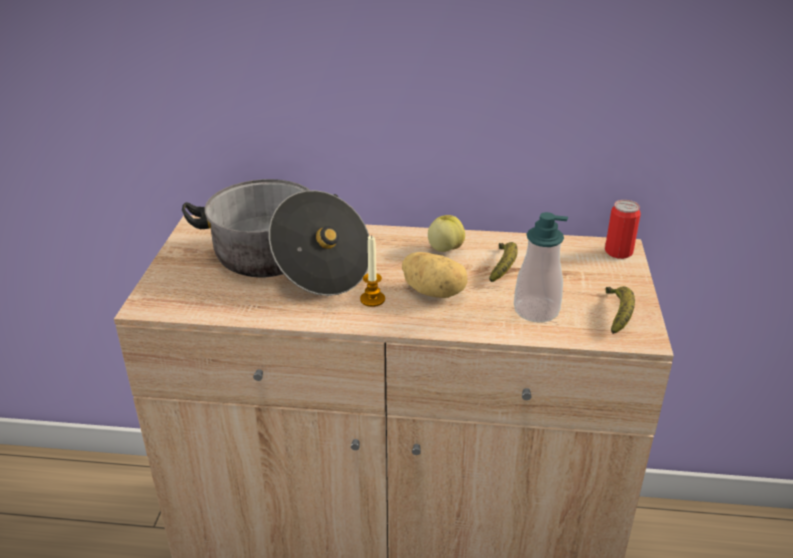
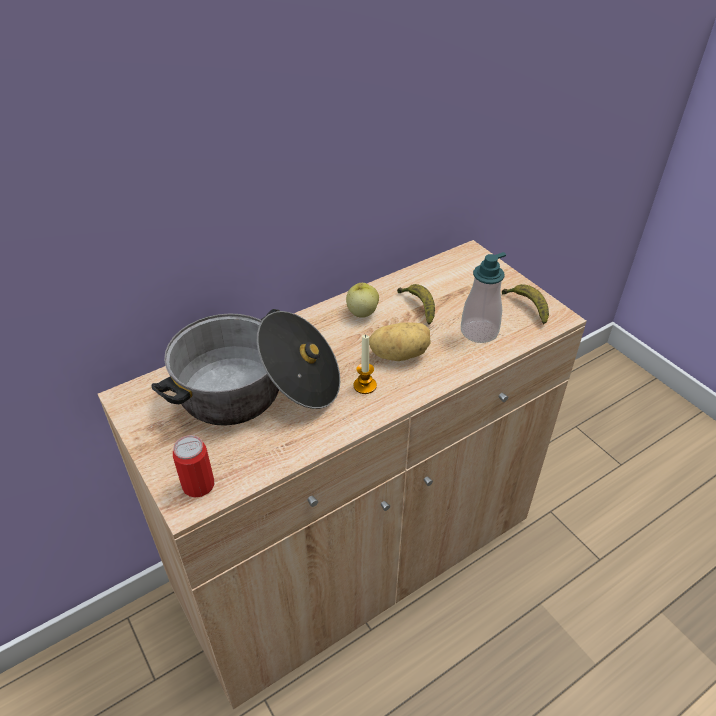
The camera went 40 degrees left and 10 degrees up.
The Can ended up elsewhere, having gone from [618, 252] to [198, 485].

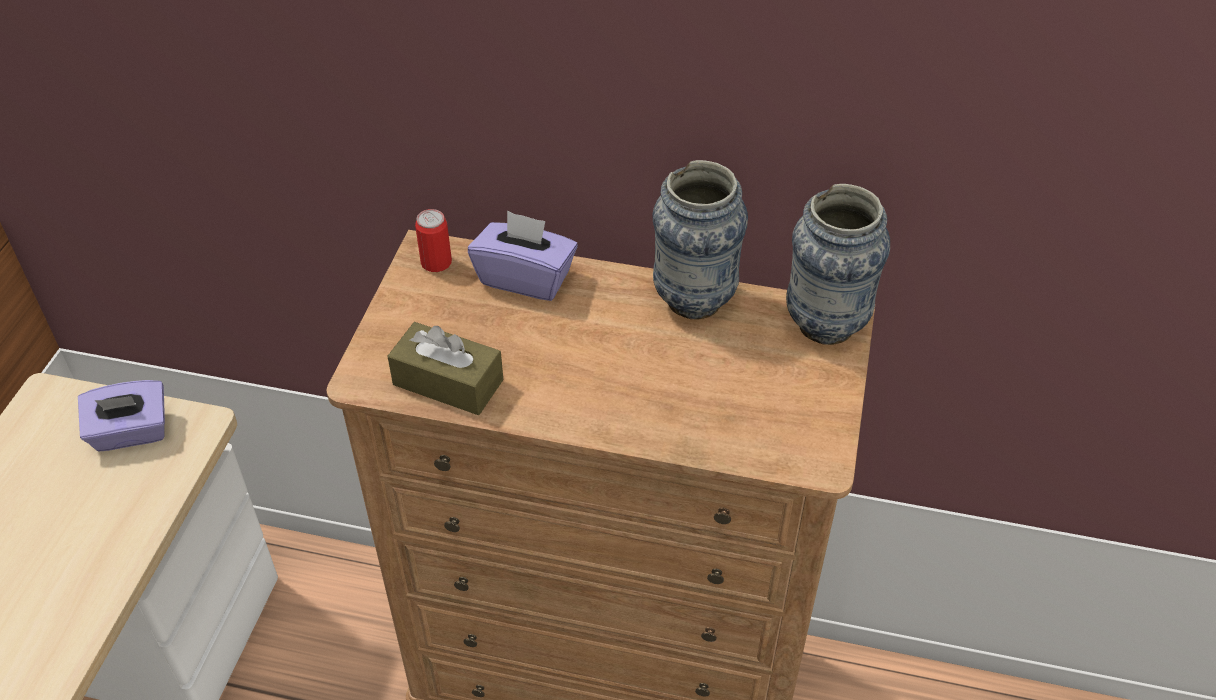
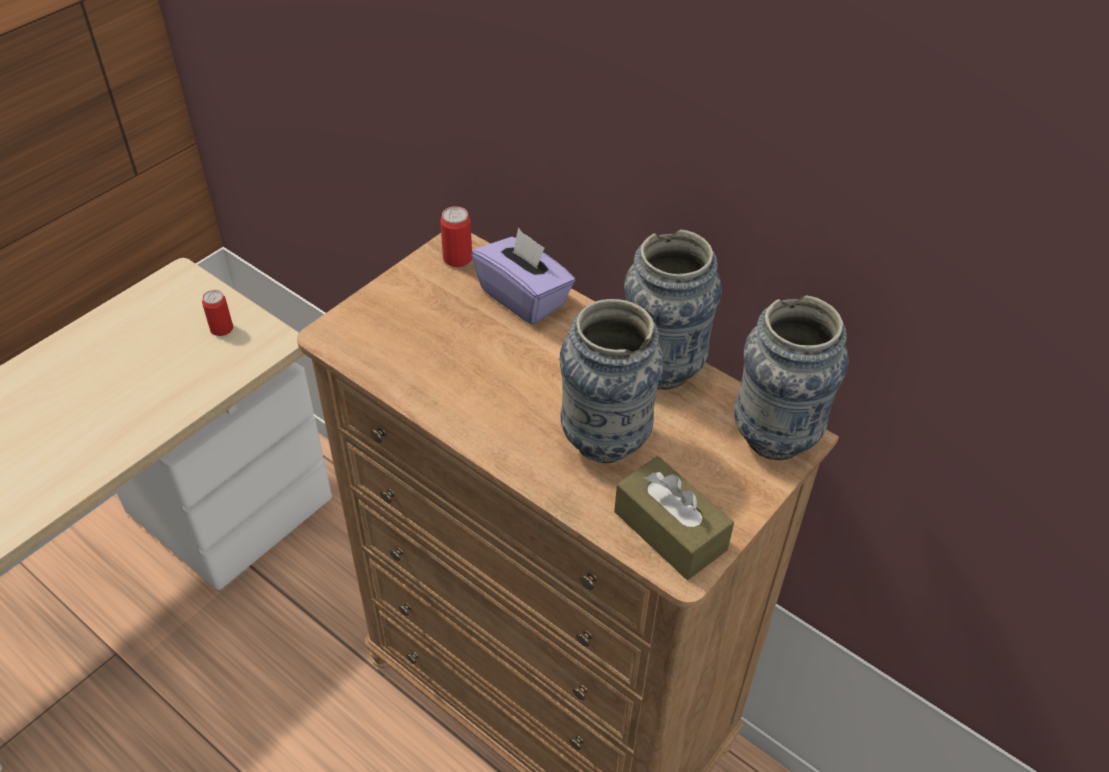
The camera went 25 degrees right and 0 degrees up.
The second view gained the Vase at [605, 441].
The BrownTissueBox ended up elsewhere, having gone from [448, 382] to [670, 530].
Where the PurpleTissueBox stood at [131, 433], the Can came to stand at [222, 329].

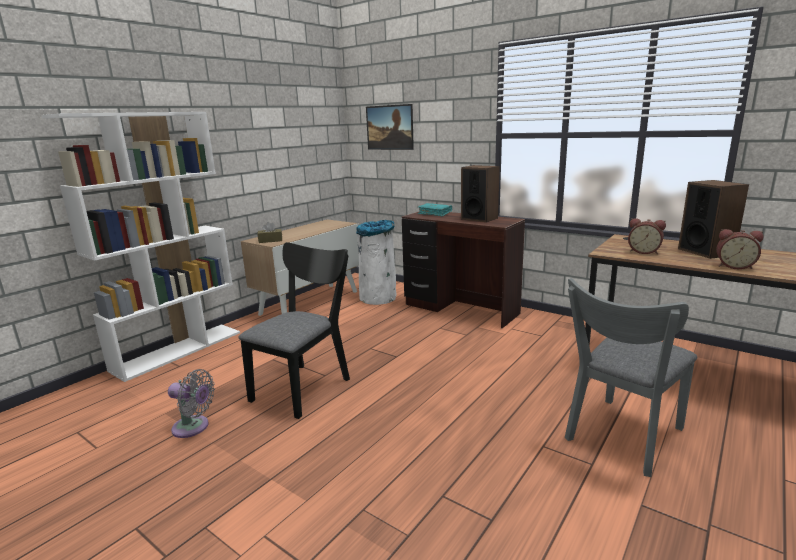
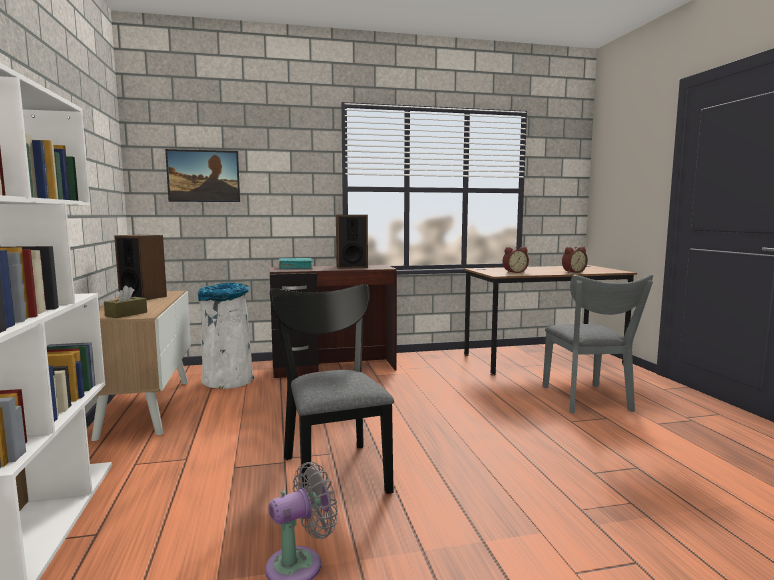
The camera went 50 degrees left and 10 degrees down.
The Speaker ended up elsewhere, having gone from [706, 252] to [143, 297].

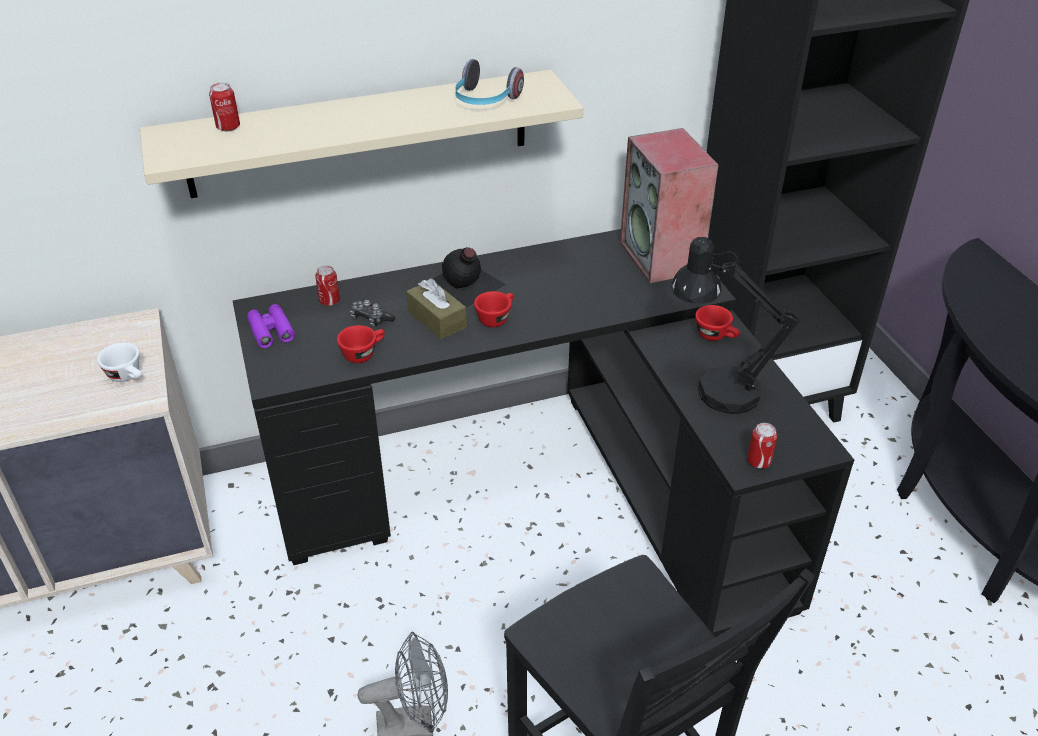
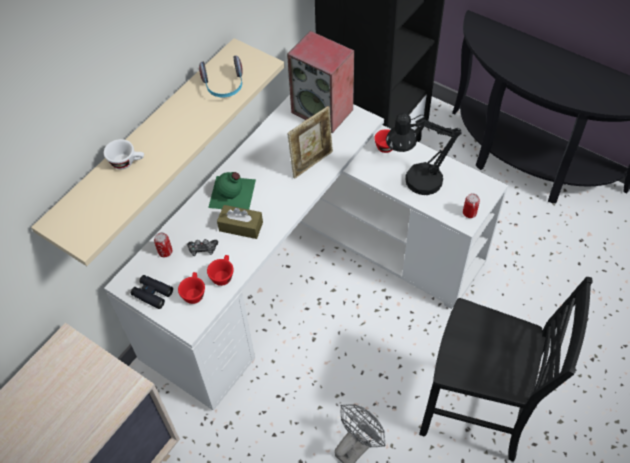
The camera went 35 degrees left and 15 degrees up.
The second view lost the Can at [228, 127].
The second view gained the PictureFrame at [312, 163].
The WhiteCup ended up elsewhere, having gone from [128, 376] to [127, 162].
The RedCup ended up elsewhere, having gone from [496, 318] to [194, 293].
What was the BlackDesk at [544, 487] turned into the WhiteDesk at [306, 274].
What was the PurpleBinoculars at [271, 331] turned into the BlackBinoculars at [152, 294].
What was the BlackBottle at [464, 285] turned into the GreenBottle at [232, 194].

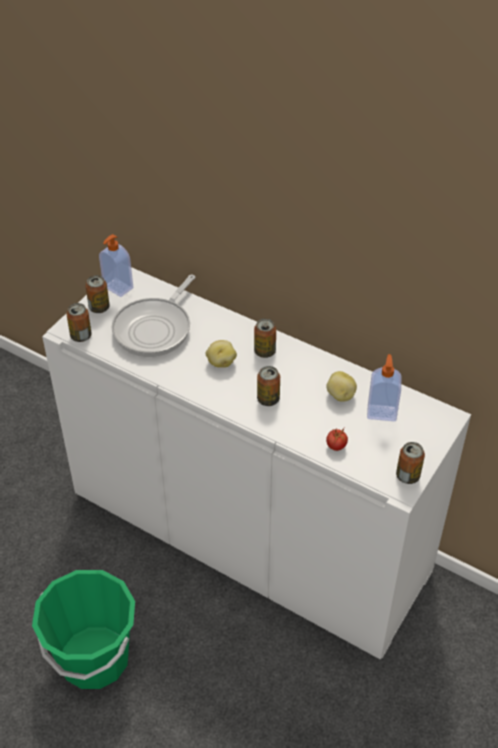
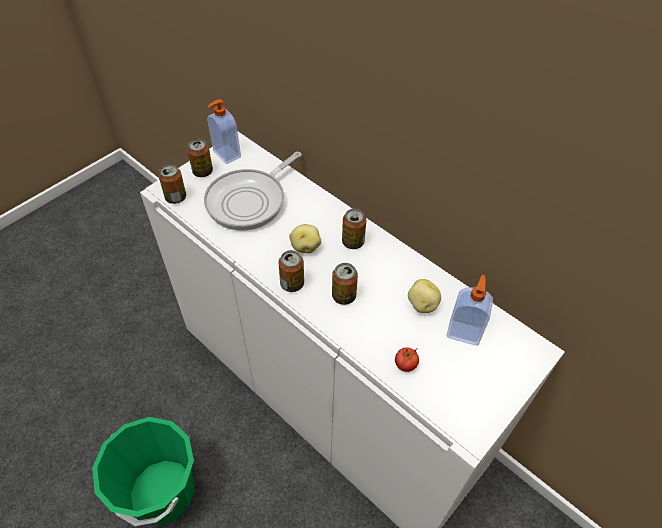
The camera went 10 degrees right and 5 degrees up.
The Can ended up elsewhere, having gone from [408, 476] to [292, 284].

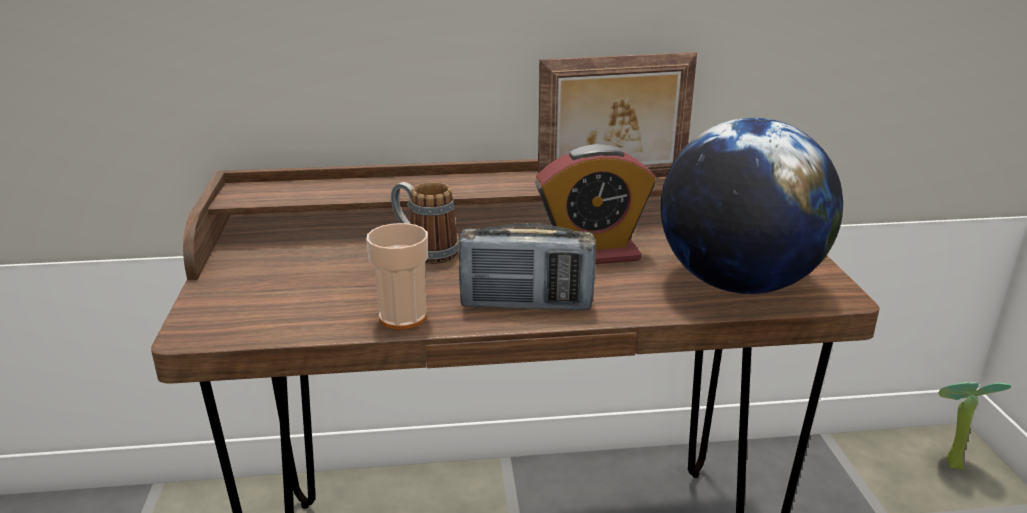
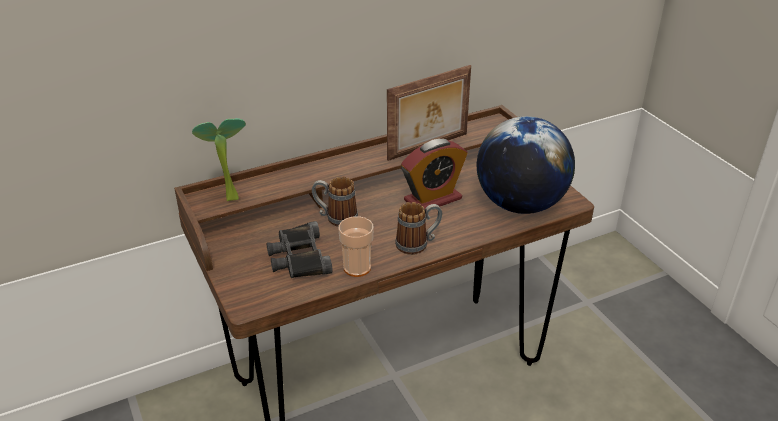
The camera went 20 degrees left and 10 degrees up.
The second view gained the BlackBinoculars at [298, 257].
The PottedPlant ended up elsewhere, having gone from [948, 462] to [228, 196].
Where the Radio stood at [526, 304], the Mug came to stand at [418, 244].

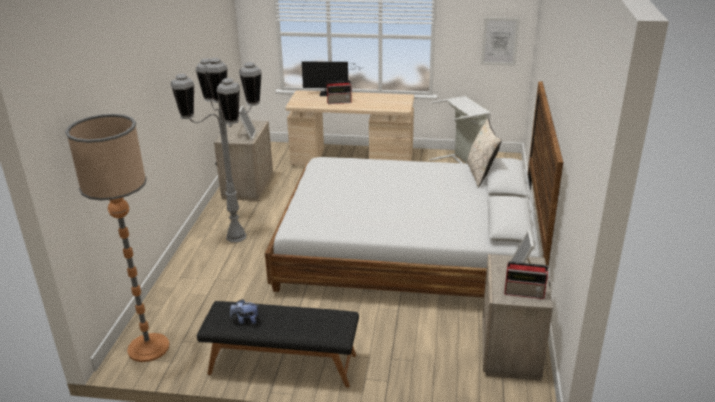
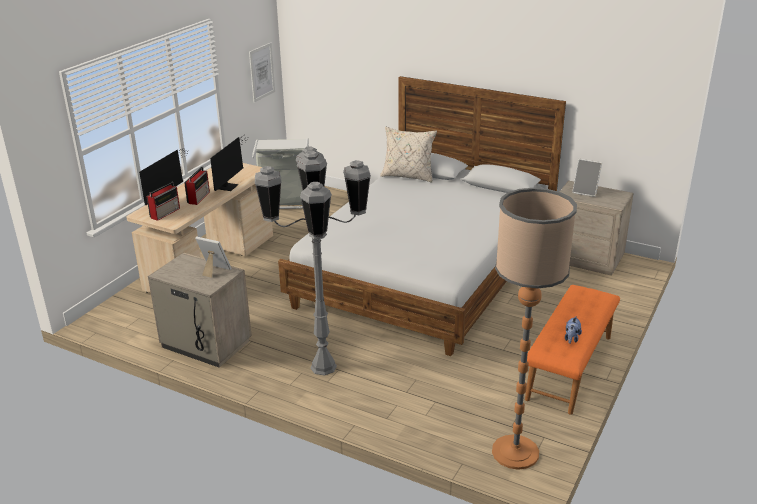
The camera went 70 degrees left and 0 degrees up.
The second view gained the Monitor at [229, 185].
The Radio ended up elsewhere, having gone from [525, 293] to [165, 213].
What was the BlackBench at [282, 364] turned into the OrangeBench at [570, 367].

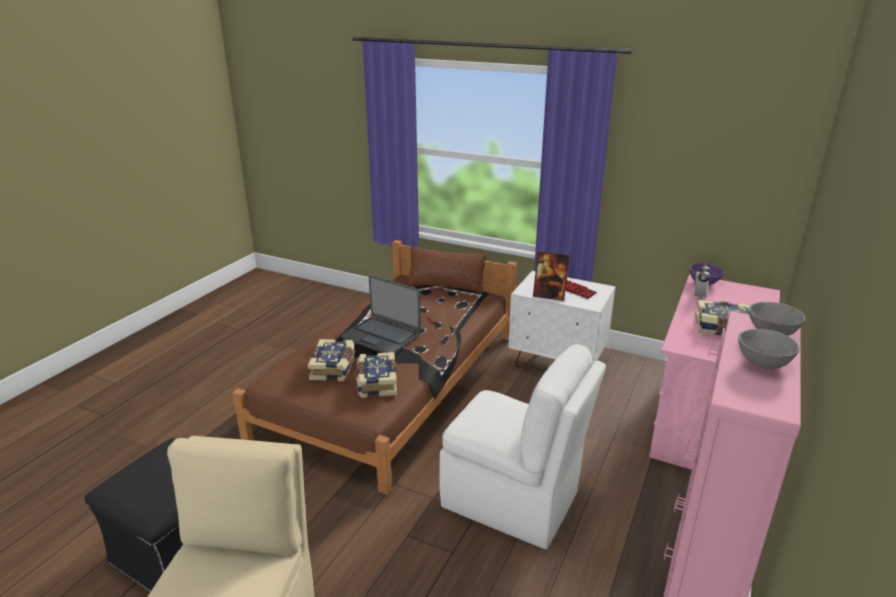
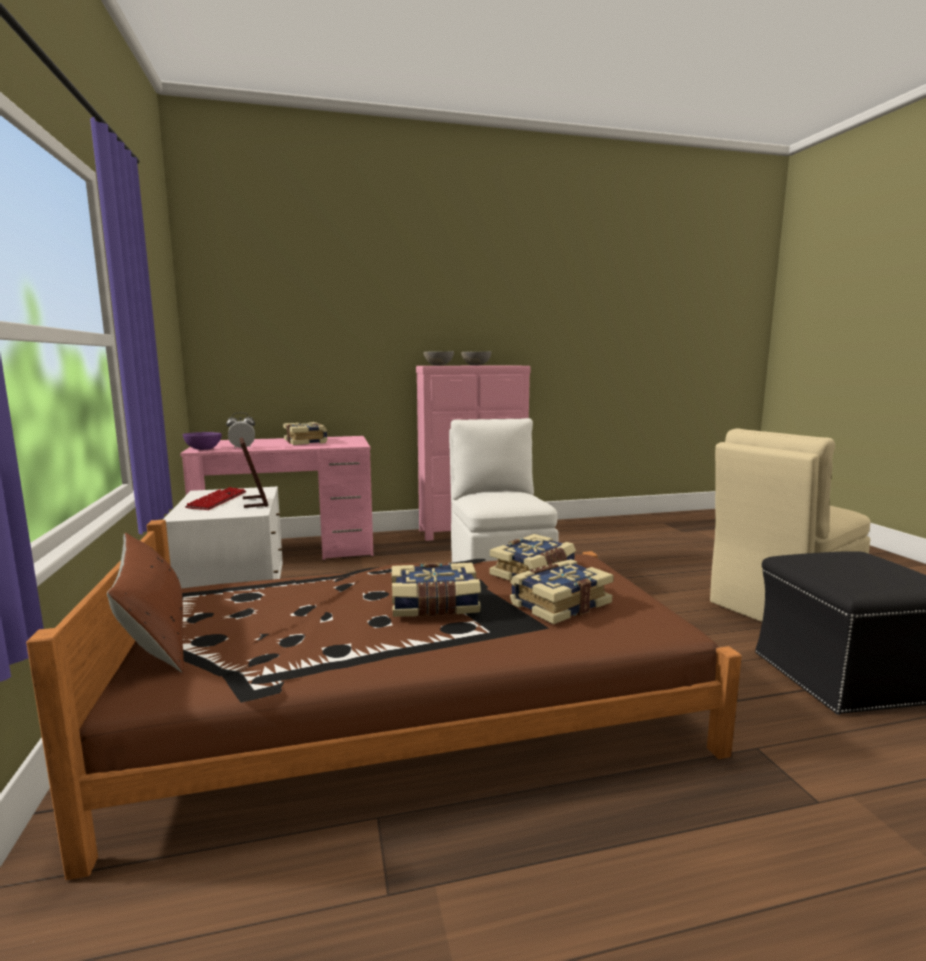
The camera went 130 degrees left and 15 degrees down.
Where the Laptop stood at [382, 336], the Book came to stand at [434, 606].

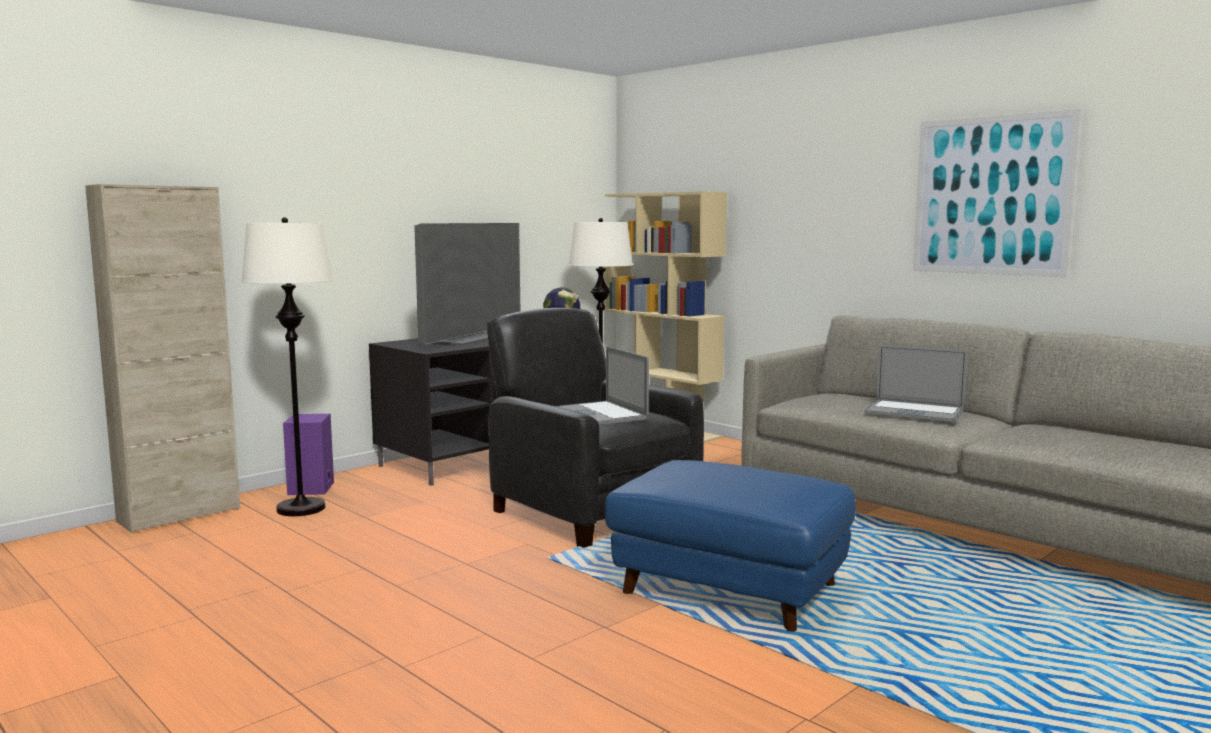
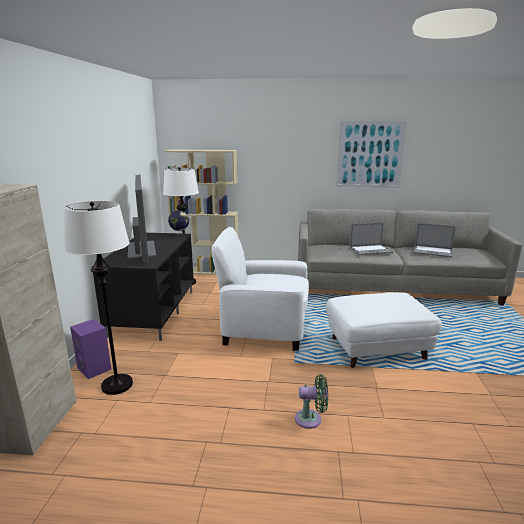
The camera went 40 degrees left and 10 degrees up.
The second view gained the GreenFan at [311, 419].
The Laptop ended up elsewhere, having gone from [601, 414] to [432, 251].
What was the BlackArmchair at [592, 511] turned into the WhiteArmchair at [263, 328].
What was the BlueOttoman at [730, 588] turned into the WhiteOttoman at [377, 348].

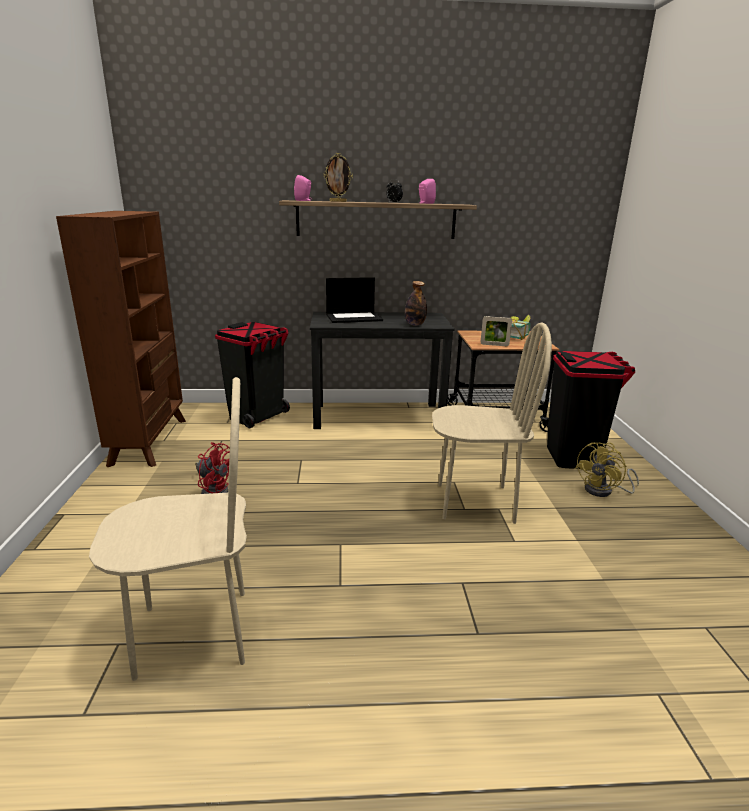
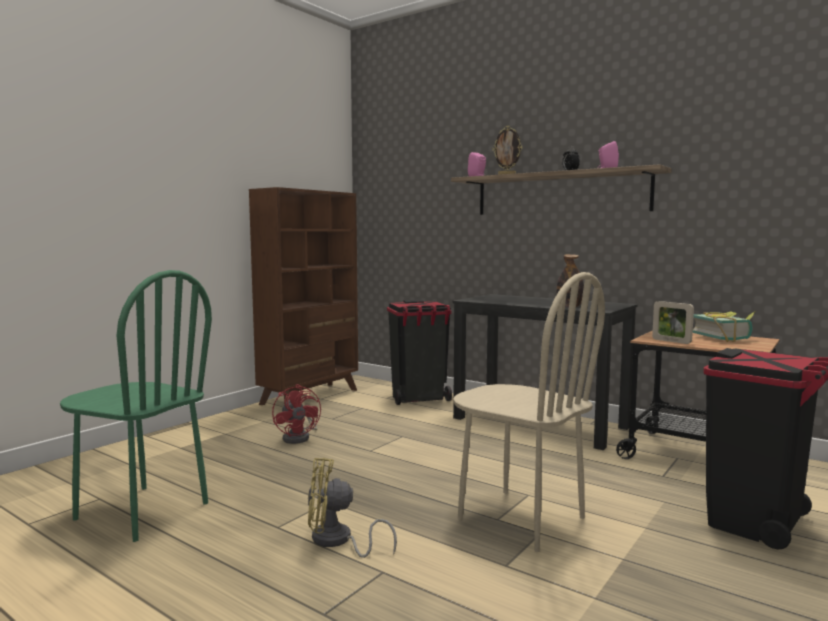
The camera went 40 degrees right and 15 degrees down.
The second view lost the Laptop at [354, 317].
The YellowFan ended up elsewhere, having gone from [604, 491] to [337, 541].
What was the BeigeChair at [193, 633] turned into the GreenChair at [141, 511].

